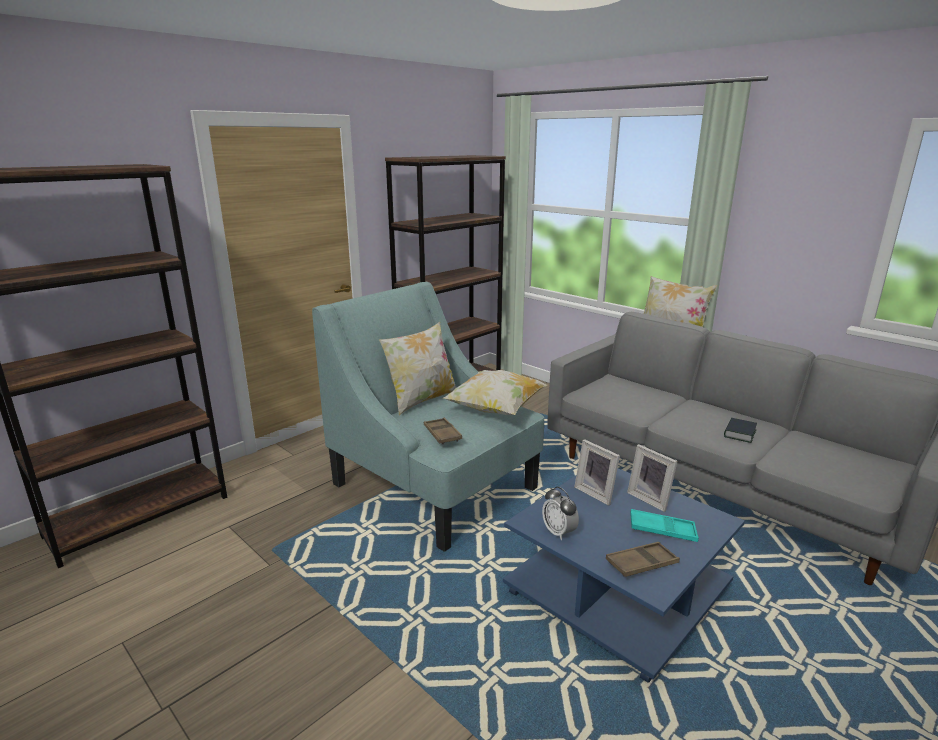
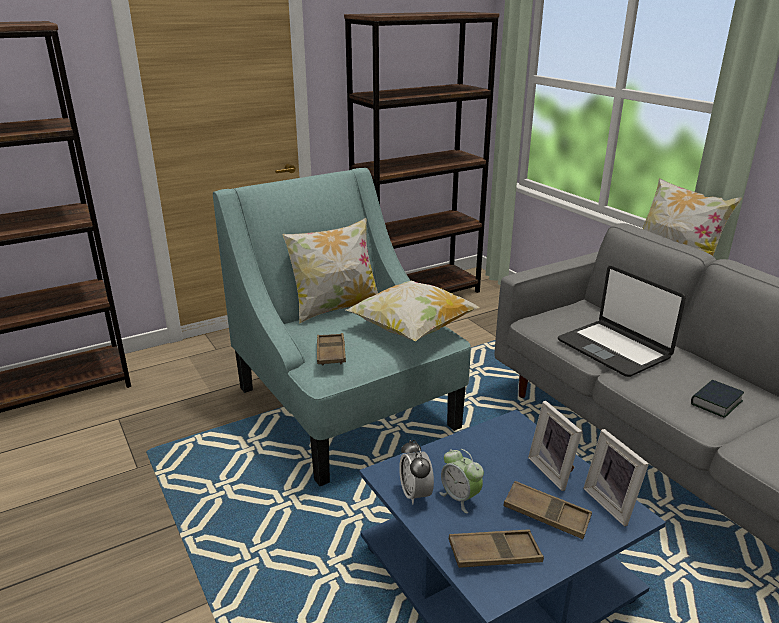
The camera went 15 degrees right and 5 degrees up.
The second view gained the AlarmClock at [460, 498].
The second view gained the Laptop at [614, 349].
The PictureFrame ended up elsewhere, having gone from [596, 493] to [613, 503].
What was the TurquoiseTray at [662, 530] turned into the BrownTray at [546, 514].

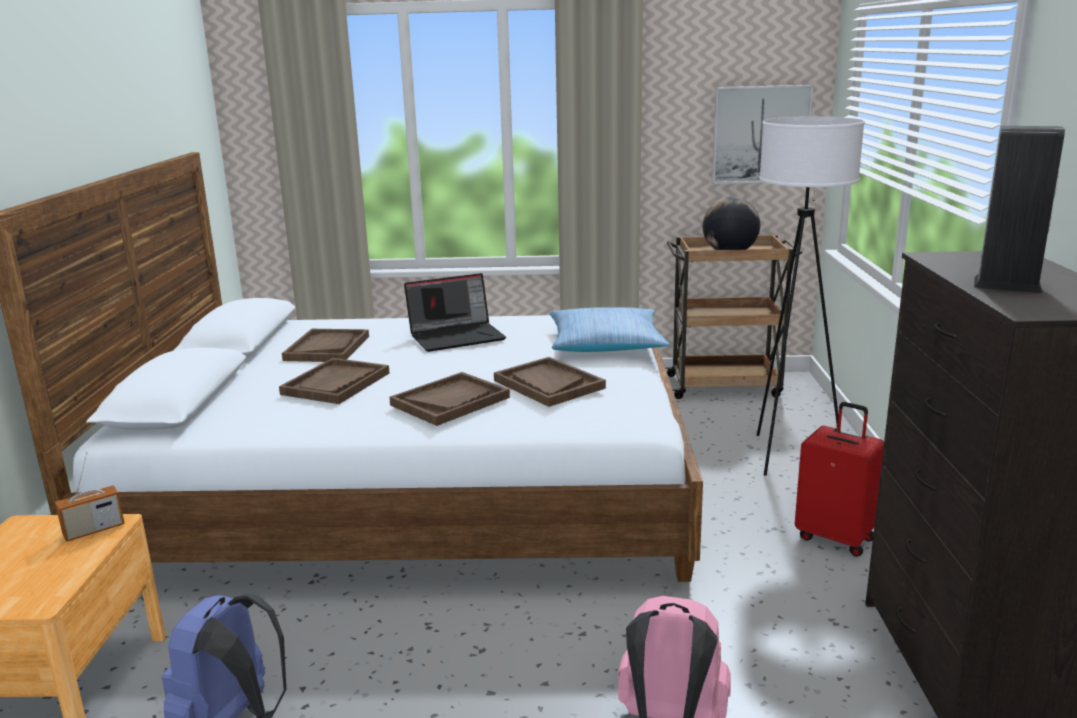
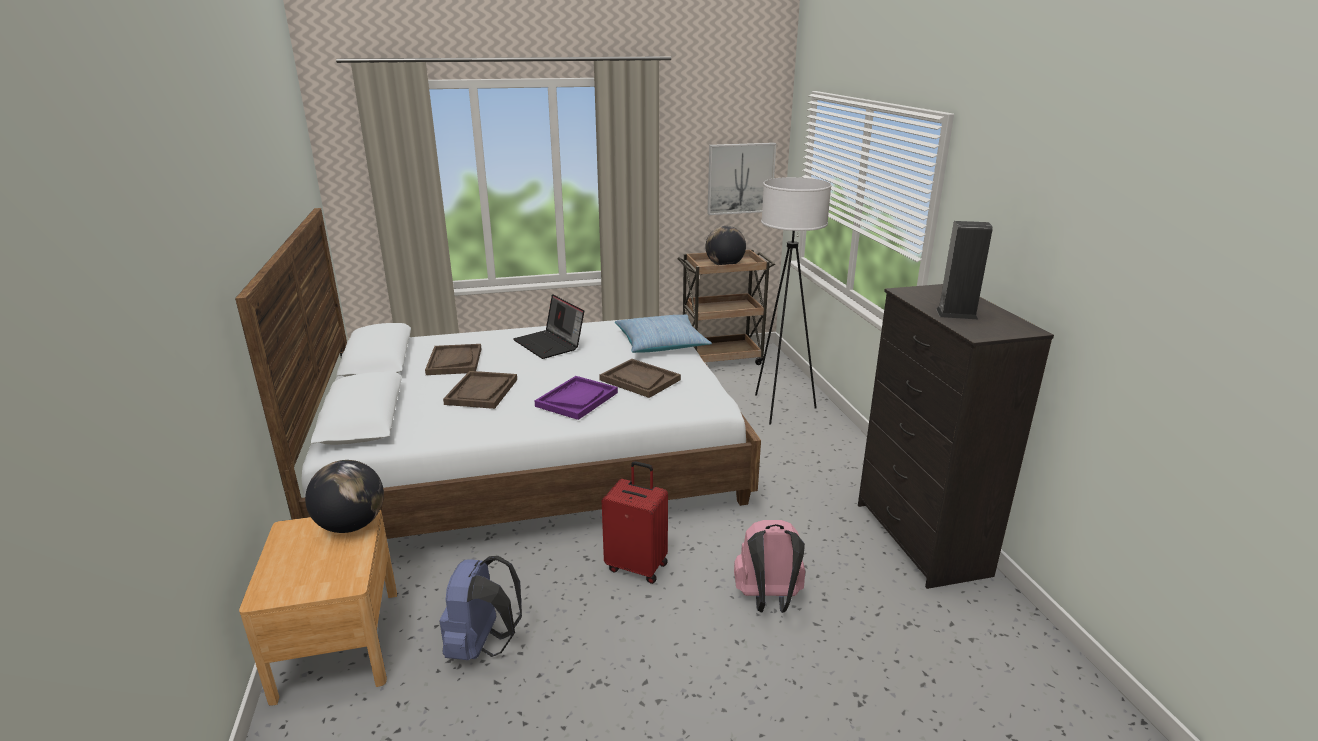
The camera went 15 degrees left and 5 degrees up.
The RedSuitcase ended up elsewhere, having gone from [835, 537] to [637, 566].
Where the Radio stood at [94, 530], the Globe came to stand at [351, 525].
What was the BrownTray at [450, 401] turned into the PurpleTray at [577, 399].
The Laptop at [457, 336] ended up facing another way, 90 degrees clockwise from before.

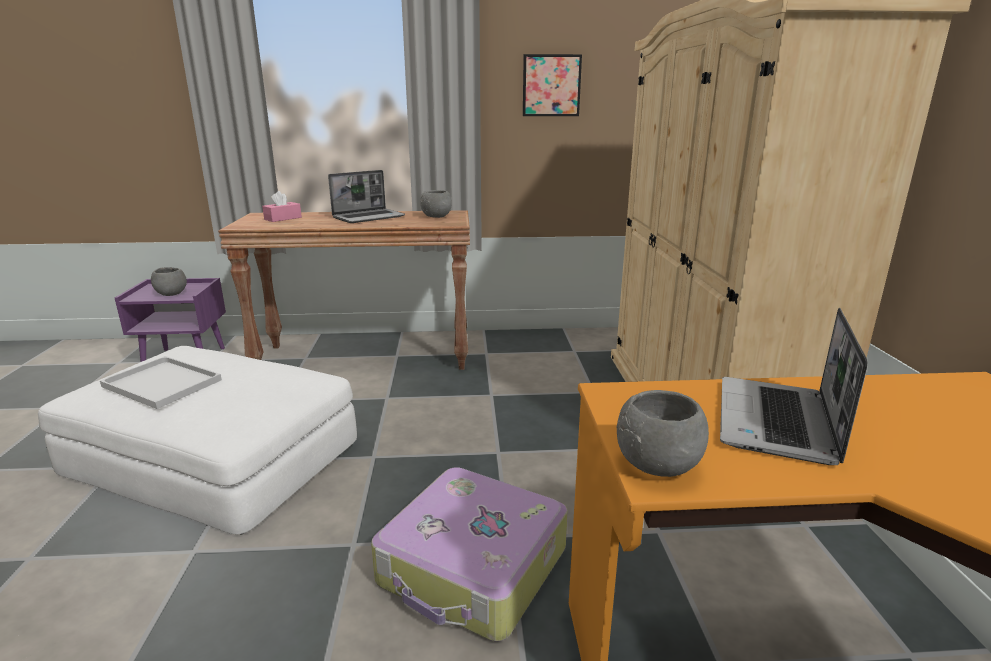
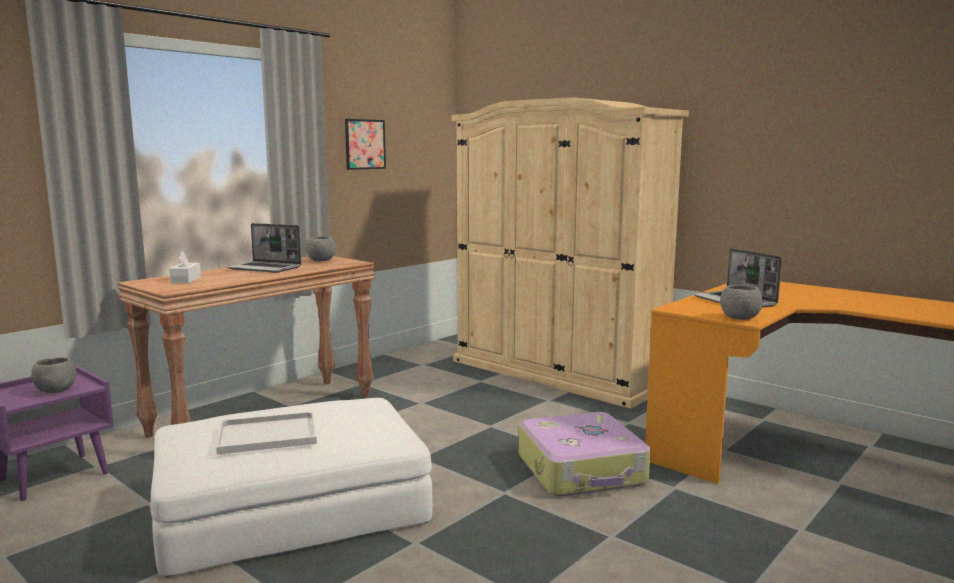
The camera went 45 degrees left and 10 degrees down.
What was the PinkTissueBox at [283, 218] turned into the WhiteTissueBox at [186, 280].
The Laptop at [369, 217] ended up facing another way, 105 degrees clockwise from before.

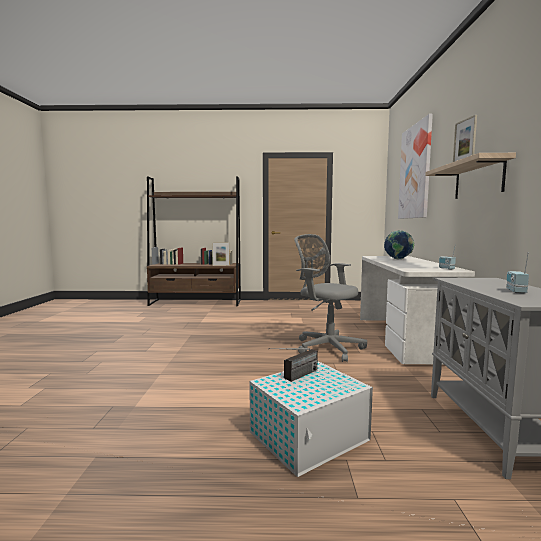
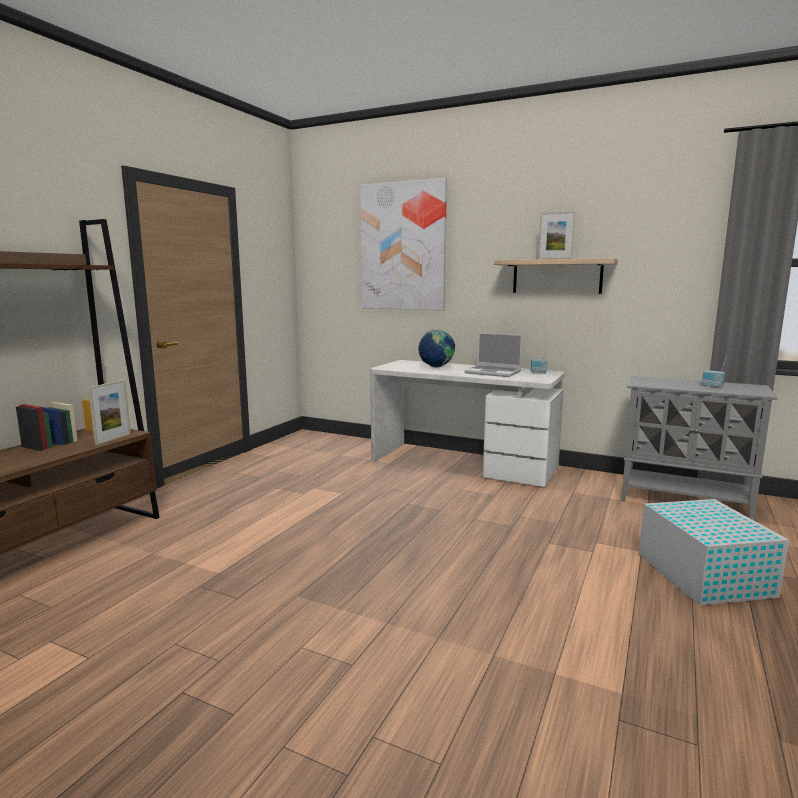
The camera went 65 degrees left and 5 degrees up.
The second view lost the Radio at [294, 377].
The second view lost the GreyOfficeChair at [326, 347].
The second view gained the Laptop at [494, 372].

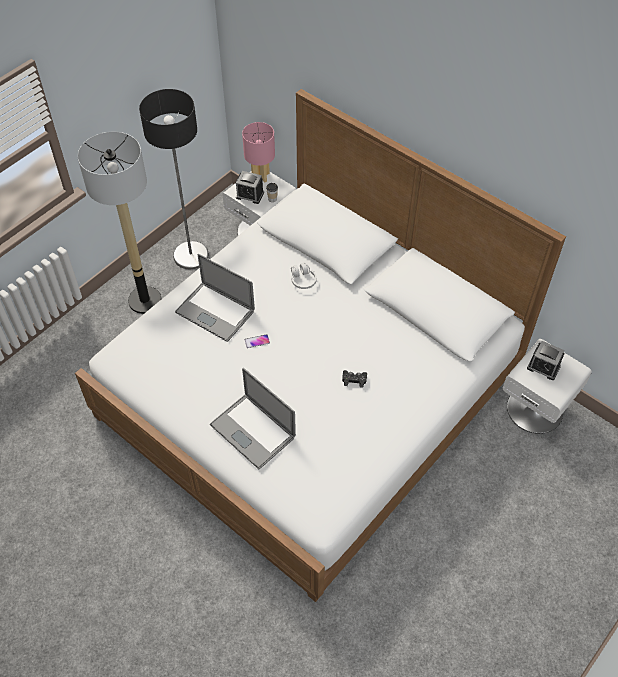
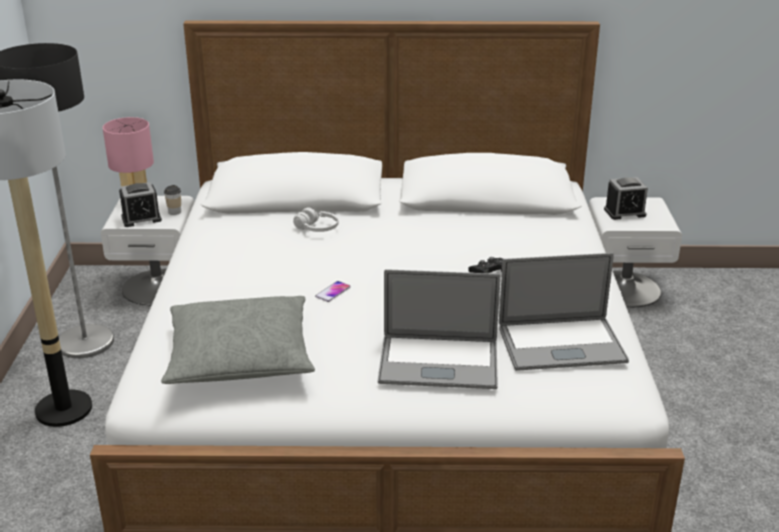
The camera went 40 degrees left and 25 degrees down.
The second view gained the GreyPillow at [239, 356].
The Laptop ended up elsewhere, having gone from [215, 311] to [561, 344].

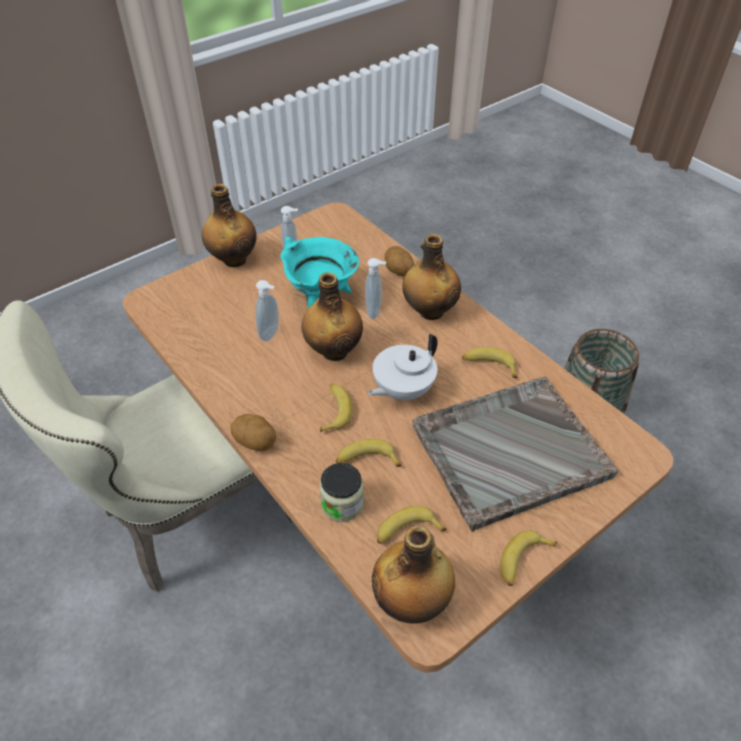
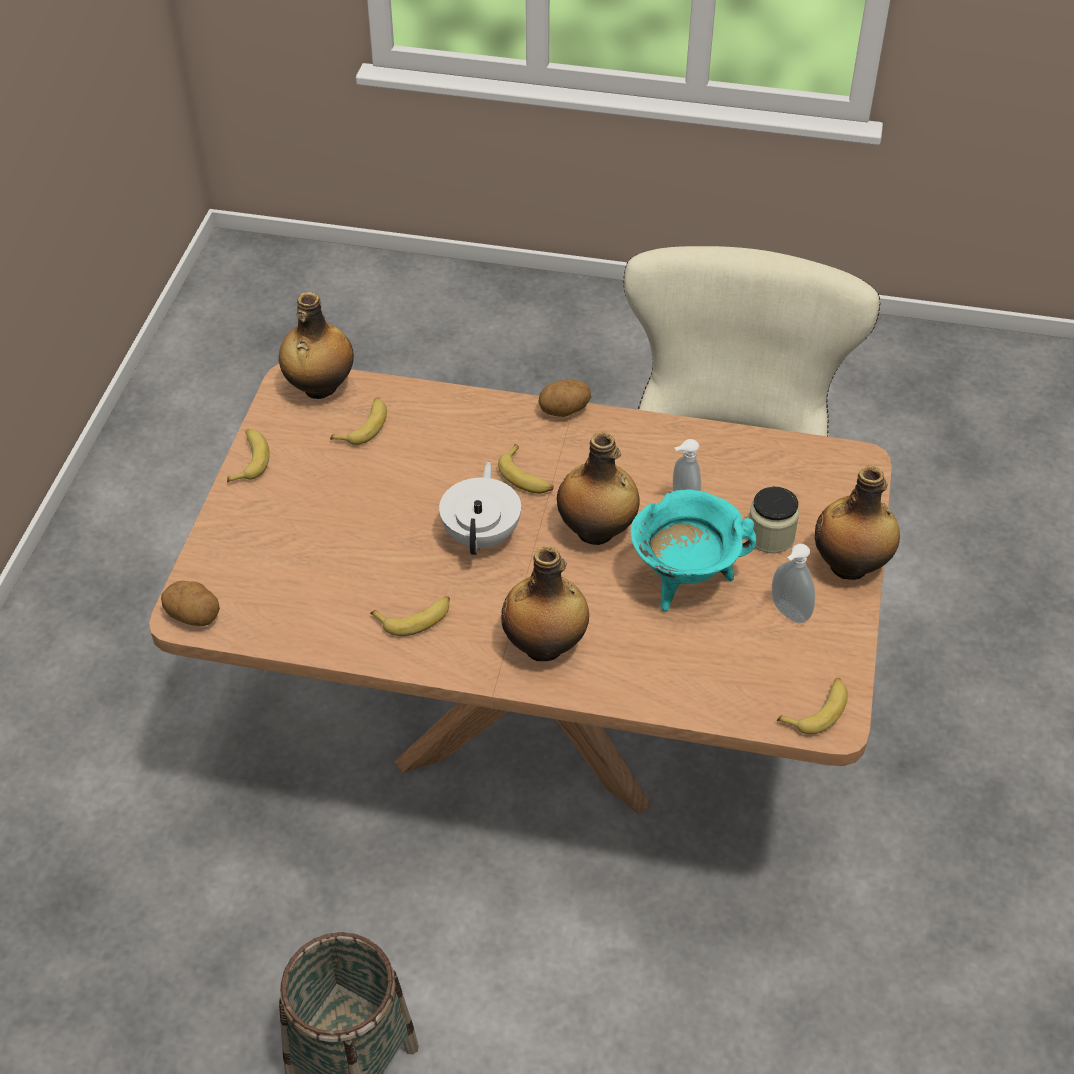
The camera went 140 degrees right and 0 degrees up.
The second view lost the SoapDispenser at [375, 311].
The second view lost the GreyTray at [508, 451].
The Jar ended up elsewhere, having gone from [342, 504] to [770, 536].
The Banana ended up elsewhere, having gone from [366, 460] to [817, 710].
The Potato ended up elsewhere, having gone from [398, 272] to [194, 616].

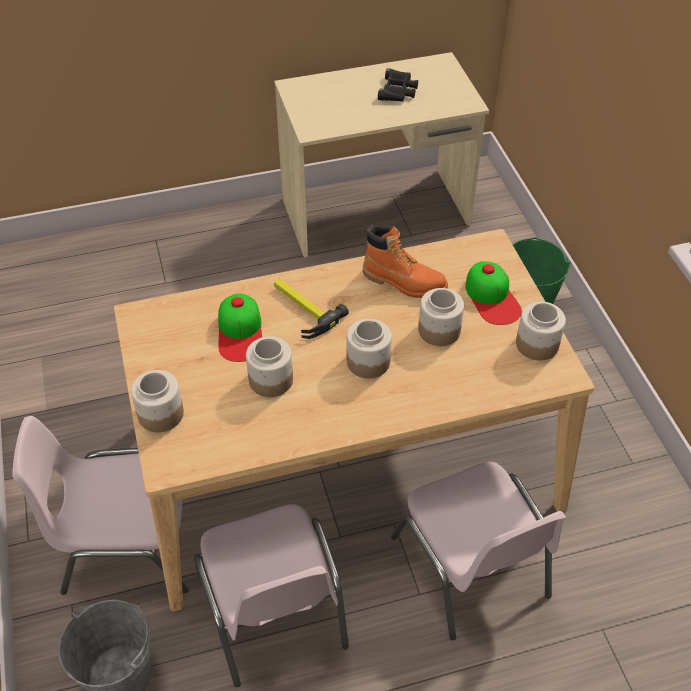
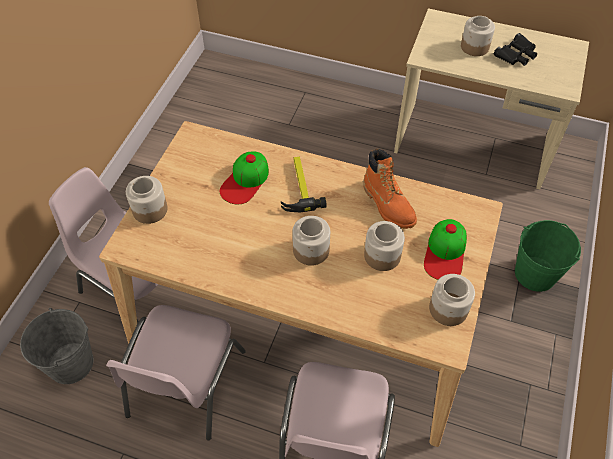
The camera went 35 degrees right and 5 degrees up.
The Jar ended up elsewhere, having gone from [271, 380] to [475, 47].

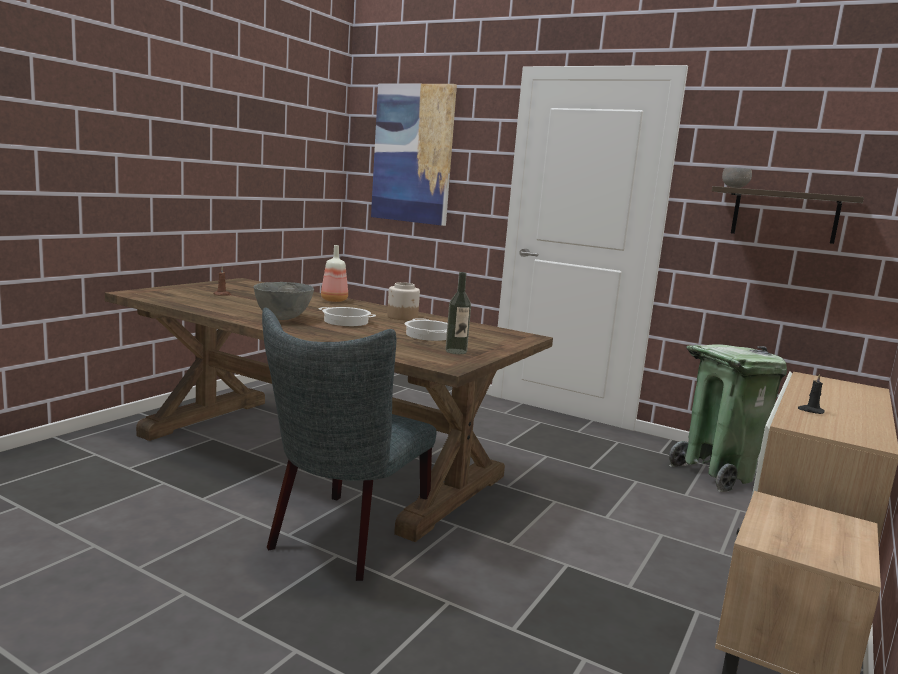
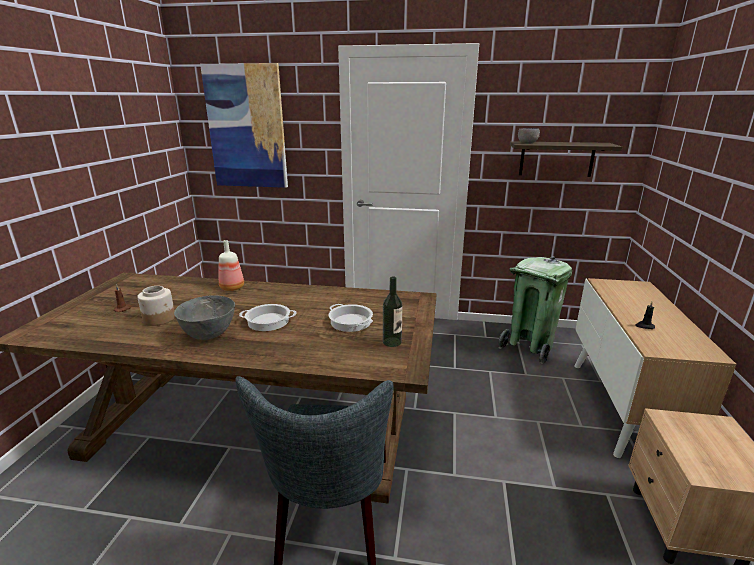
The camera went 20 degrees left and 10 degrees up.
The Jar ended up elsewhere, having gone from [403, 317] to [160, 319].

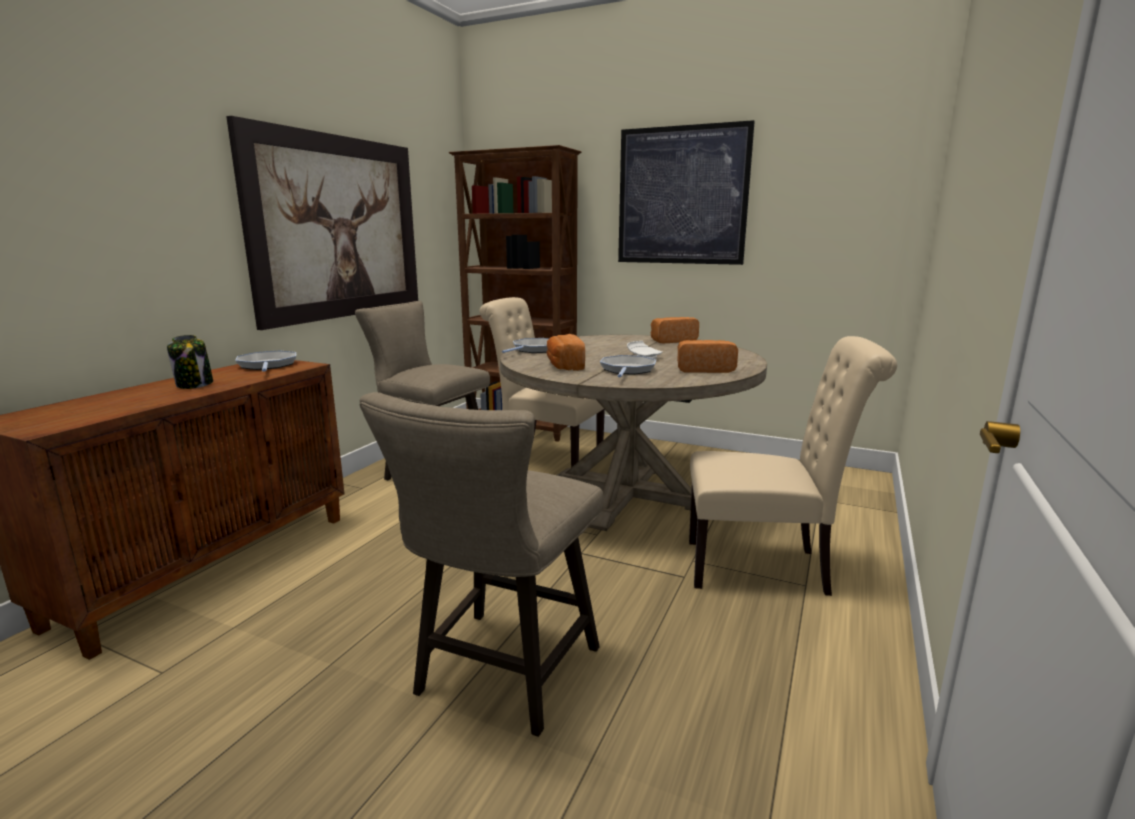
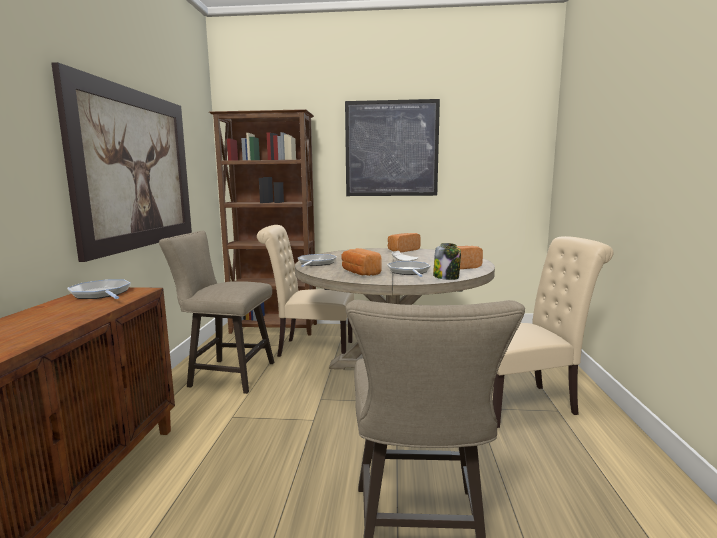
The camera went 20 degrees left and 5 degrees down.
The Jar ended up elsewhere, having gone from [195, 384] to [446, 277].

